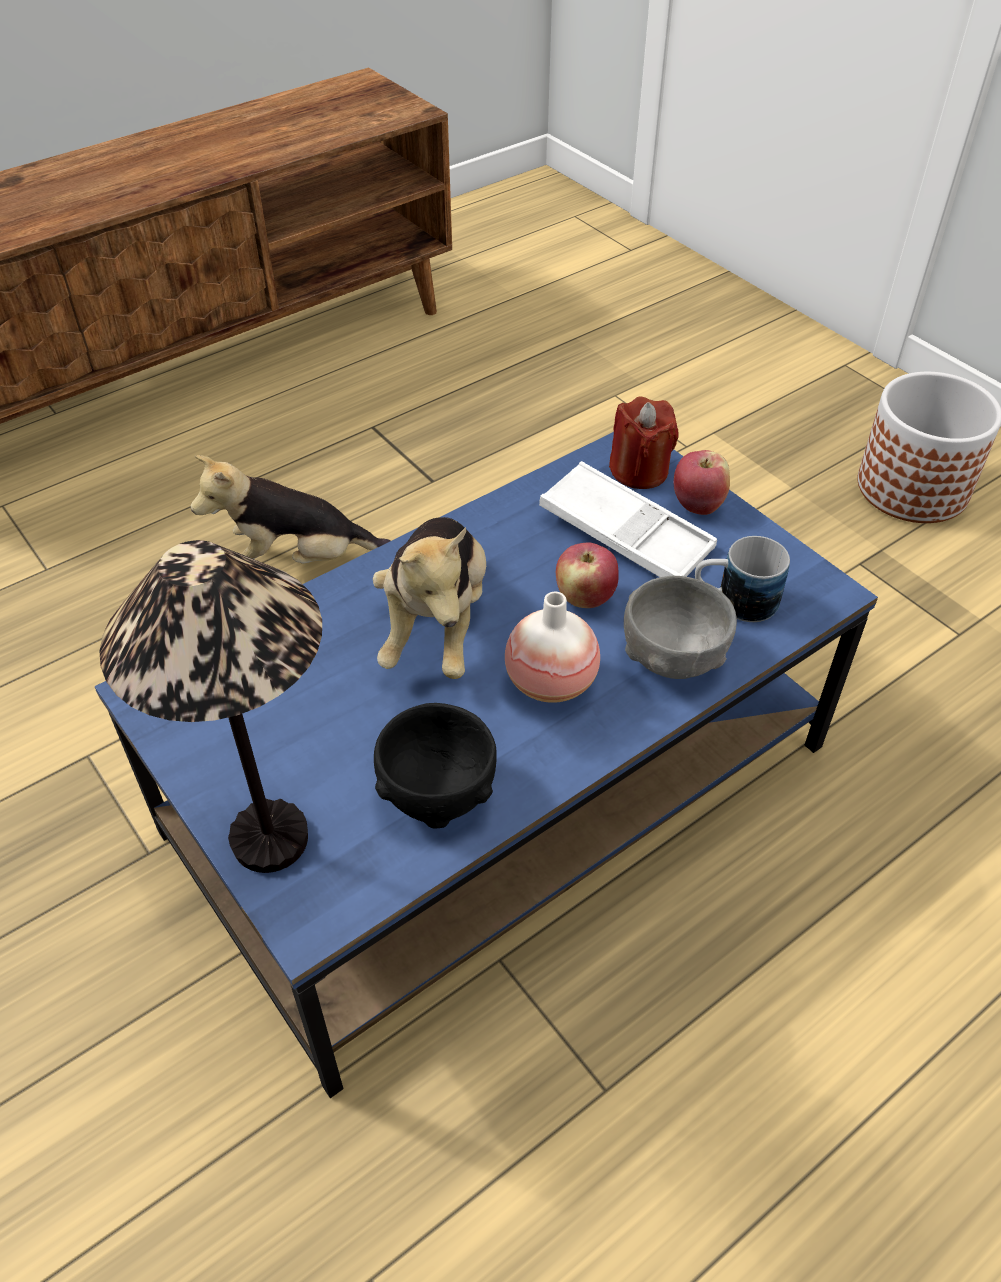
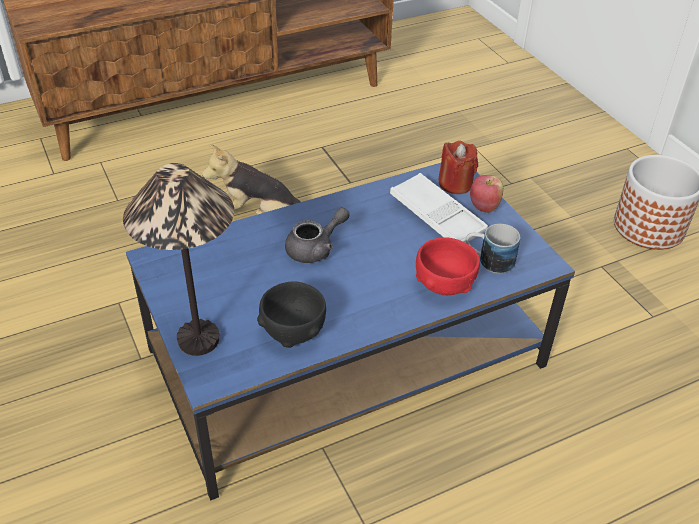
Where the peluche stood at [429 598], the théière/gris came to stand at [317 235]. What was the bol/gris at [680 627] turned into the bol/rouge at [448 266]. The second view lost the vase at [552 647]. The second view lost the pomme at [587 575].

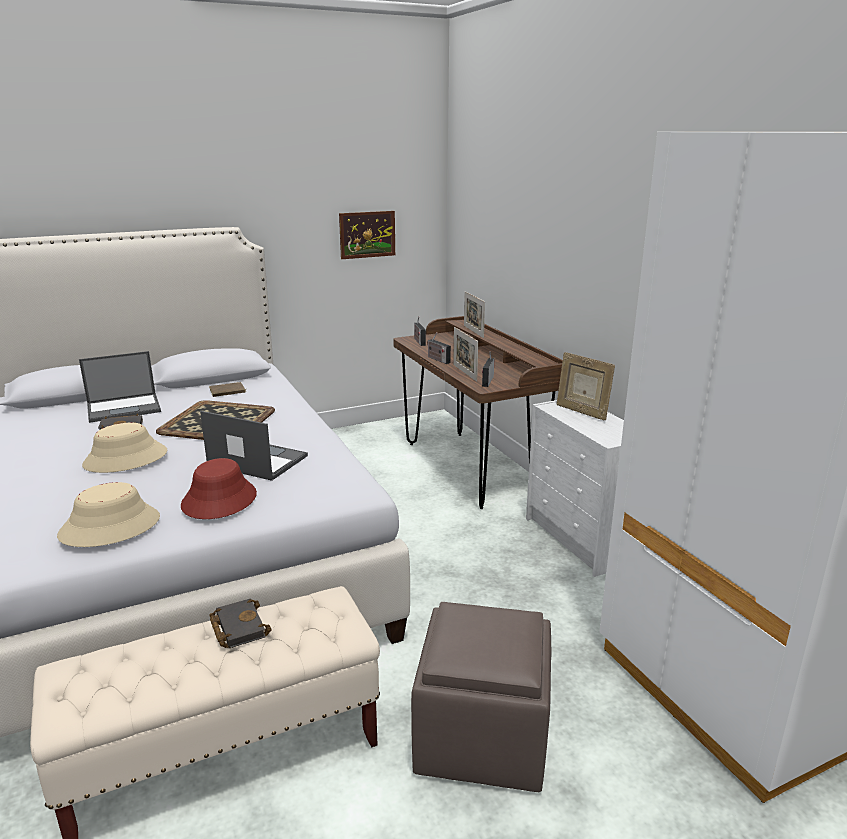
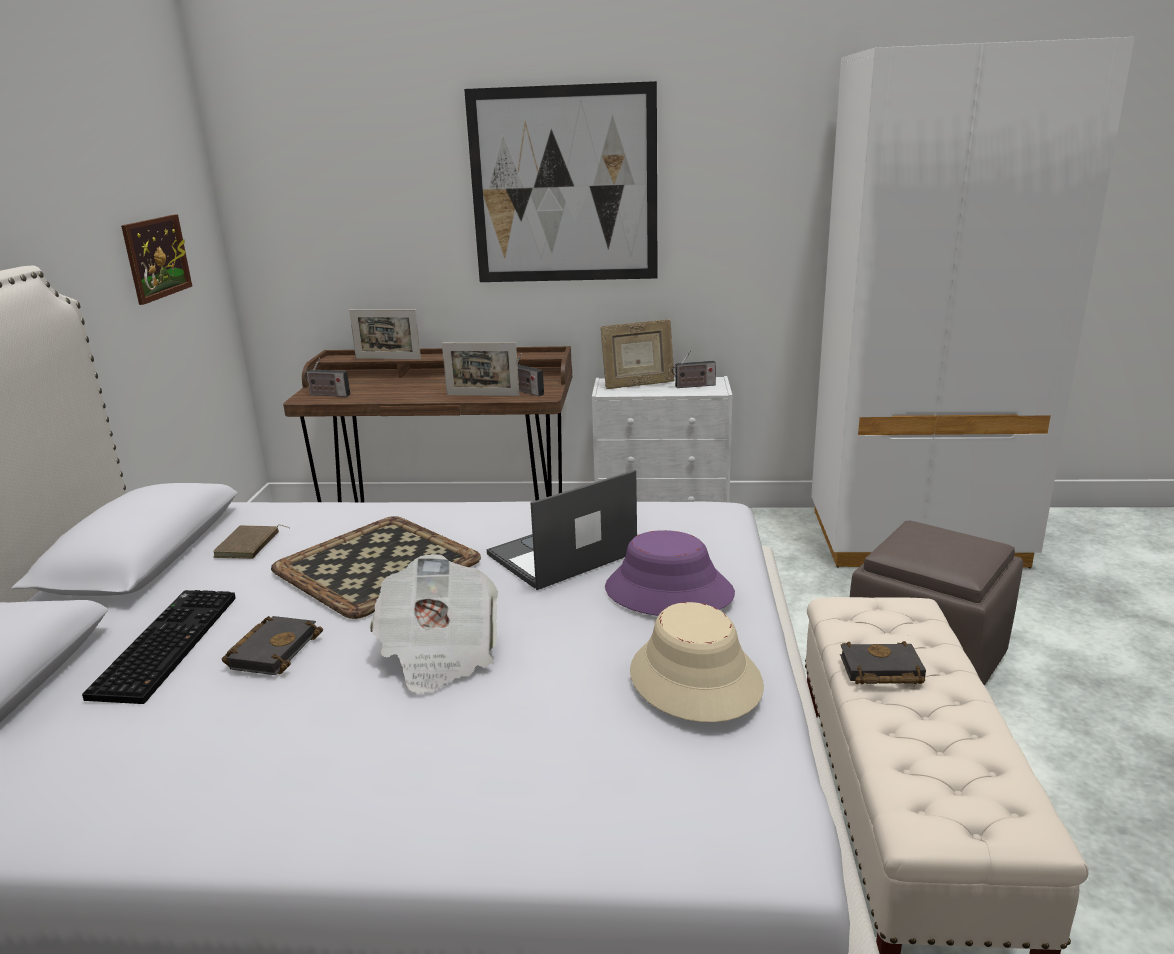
Where the ordinateur portable stood at [120 387], the clavier came to stand at [159 647]. Where the chapeau/beige stood at [124 448], the journal came to stand at [434 624]. The second view gained the tableau at [561 181]. What was the chapeau/rouge at [219 488] turned into the chapeau/violet at [670 573]. The radio ended up elsewhere, having gone from [439 348] to [694 369].

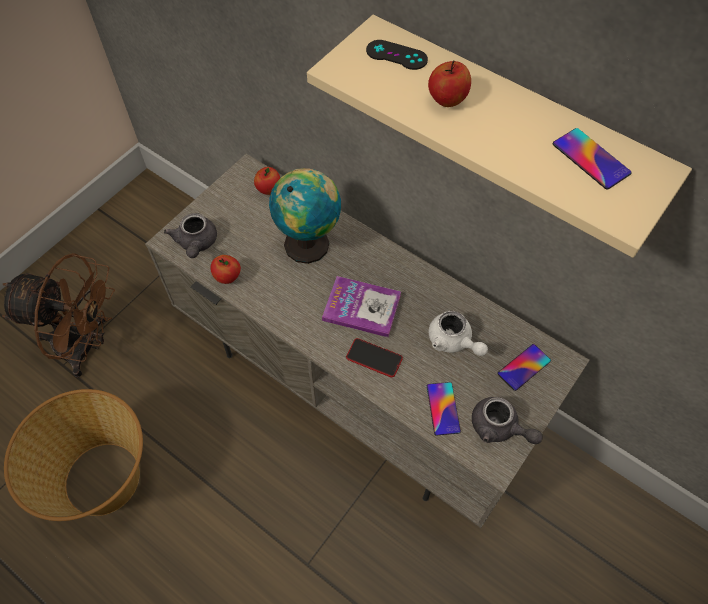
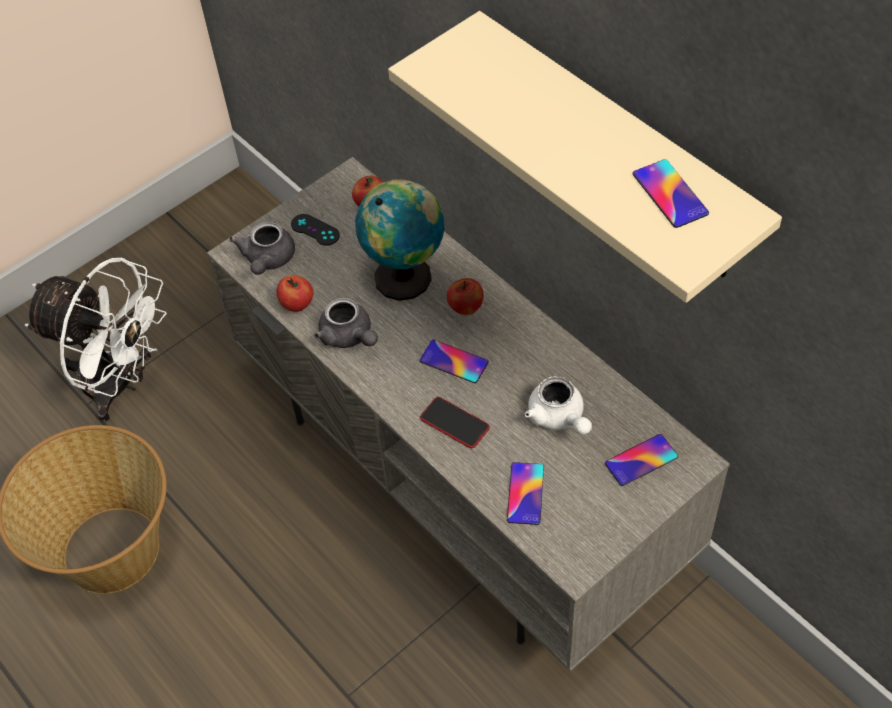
What was the ventilateur/marron at [58 315] turned into the ventilateur/blanc at [95 340]. The manette/noir ended up elsewhere, having gone from [397 55] to [315 230]. The théière/gris ended up elsewhere, having gone from [507 420] to [346 323]. Where the livre stood at [361 306], the téléphone came to stand at [454 361]. The pomme ended up elsewhere, having gone from [449 83] to [465 296].

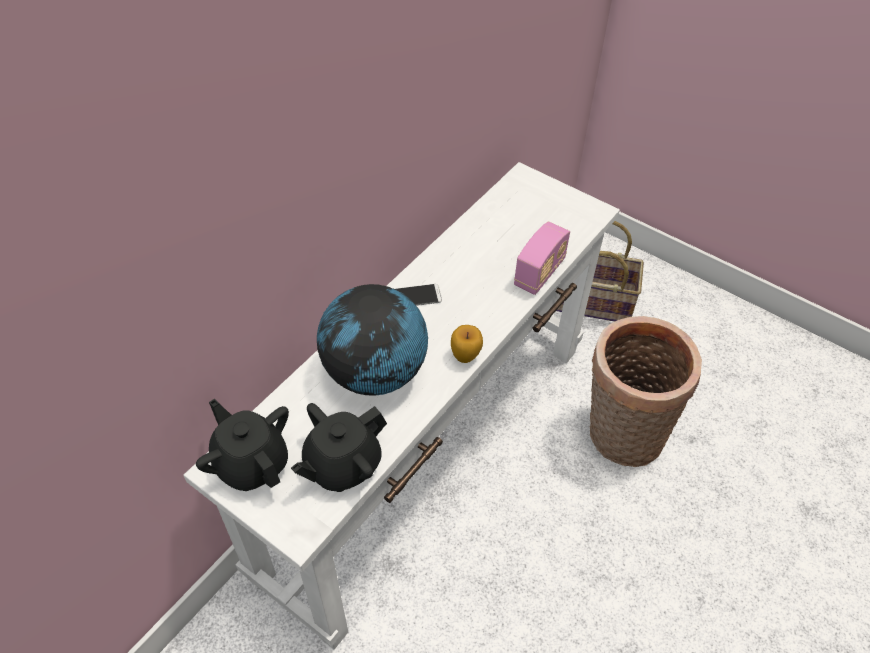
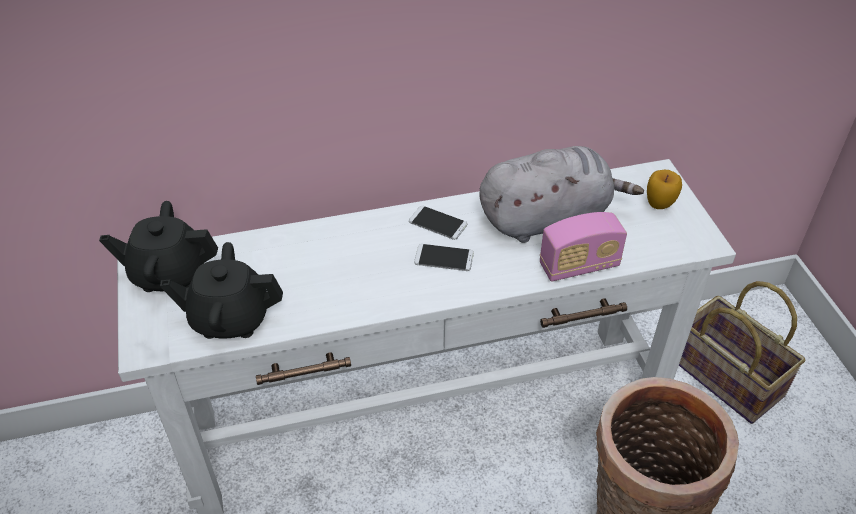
The théière/noir at [242 445] ended up facing another way, 90 degrees counterclockwise from before. The second view gained the téléphone at [444 257]. The second view gained the peluche/gris at [561 194]. The pomme ended up elsewhere, having gone from [467 344] to [664 189]. The second view lost the globe at [372 340].

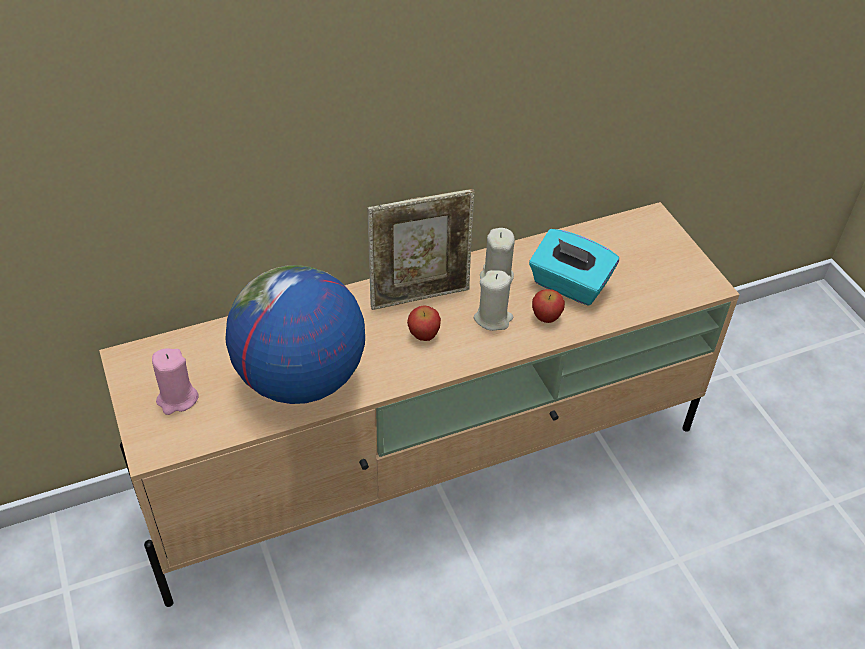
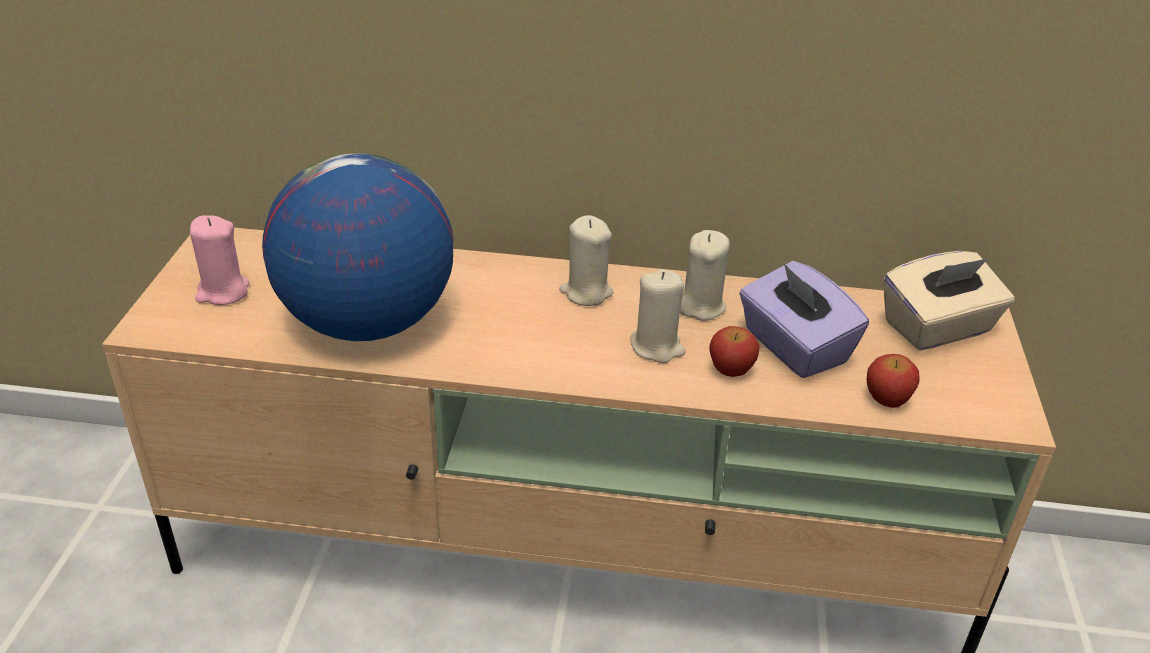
Where the cadre photo stood at [421 249], the bougie/beige came to stand at [586 260]. What was the boîte à mouchoirs/turquoise at [574 267] turned into the boîte à mouchoirs/violet at [804 319]. The pomme ended up elsewhere, having gone from [424 323] to [893 381]. The second view gained the boîte à mouchoirs/beige at [949 300].

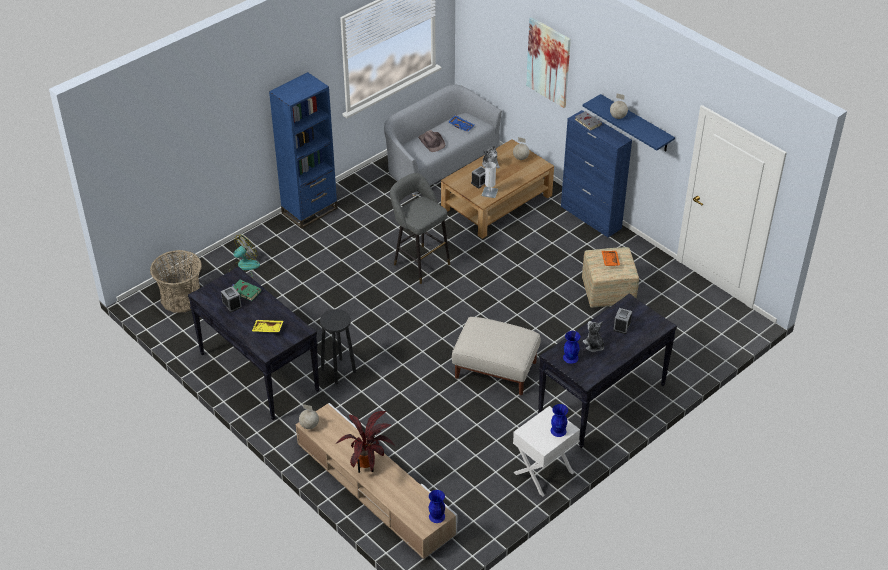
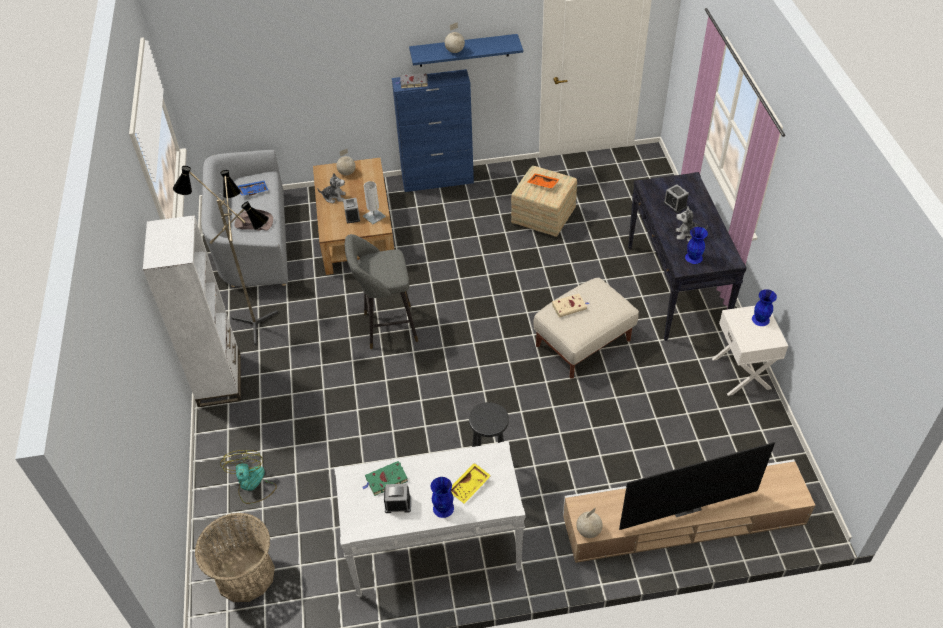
What was the bibliothèque/bleu at [303 150] turned into the bibliothèque/blanc at [192 311]. The second view gained the lampadaire at [225 255]. What was the table console/noir at [254 343] turned into the table console/blanc at [429 519]. The vase/bleu ended up elsewhere, having gone from [437 506] to [442 497]. The second view gained the livre/beige at [570 305]. Where the plante en pot stood at [365 442], the téléviseur came to stand at [697 486]. The second view lost the tableau at [548 62].

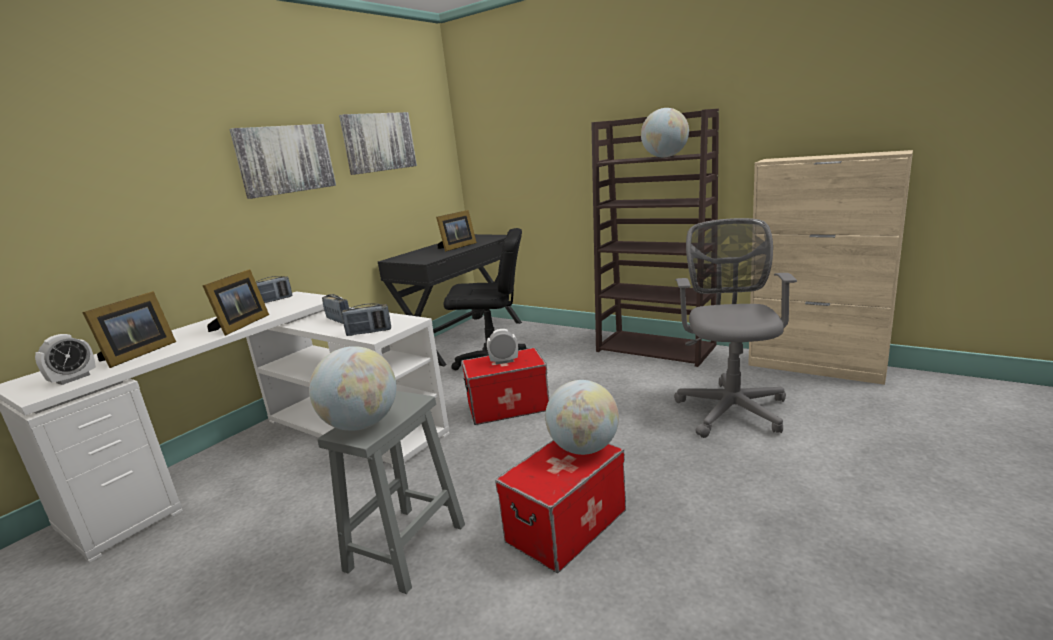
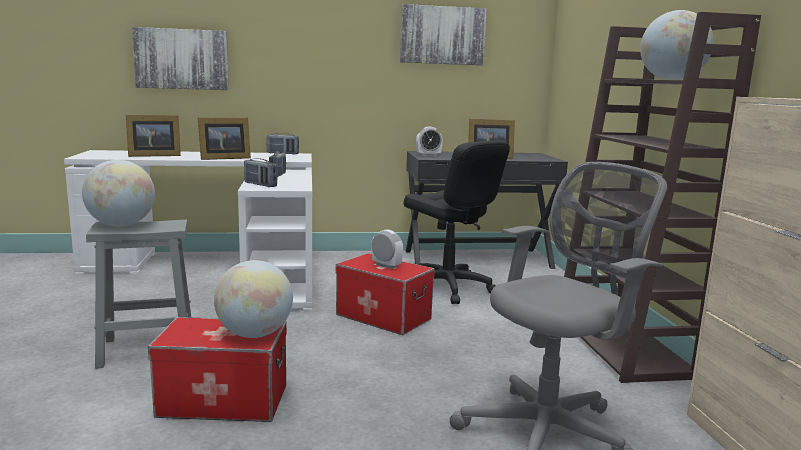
The tableau ended up elsewhere, having gone from [282 161] to [180 58]. The réveil ended up elsewhere, having gone from [65 359] to [429 141].

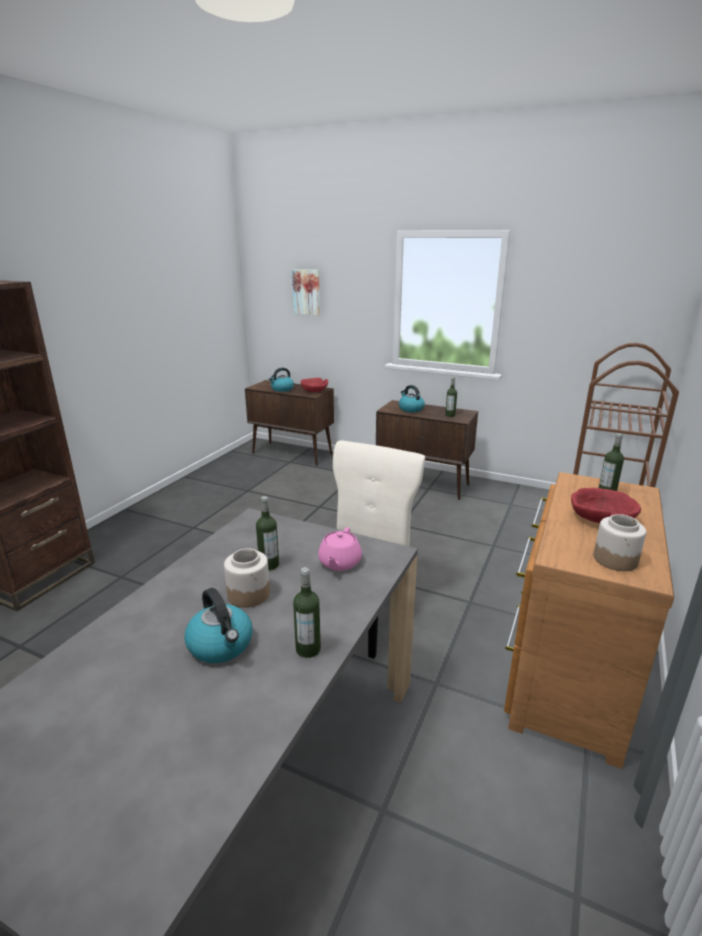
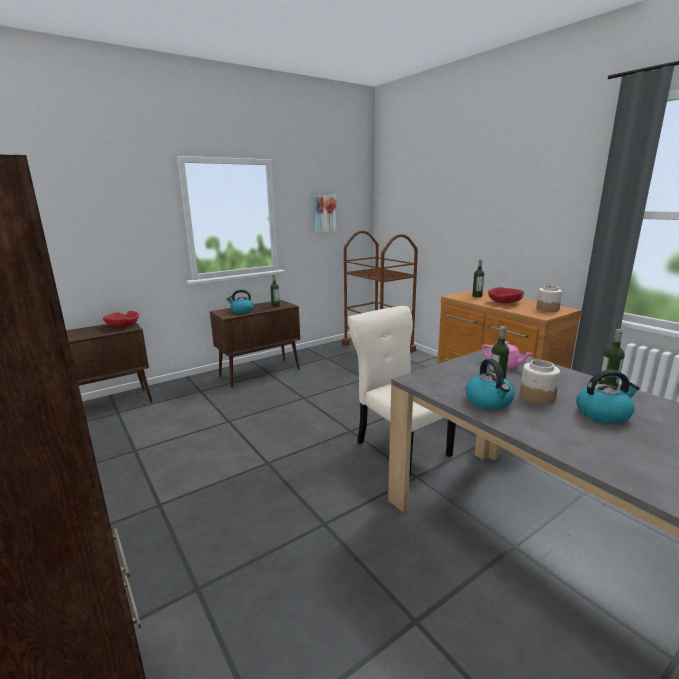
The tableau ended up elsewhere, having gone from [306 292] to [325 214]. The bouilloire ended up elsewhere, having gone from [281 380] to [490 384].

